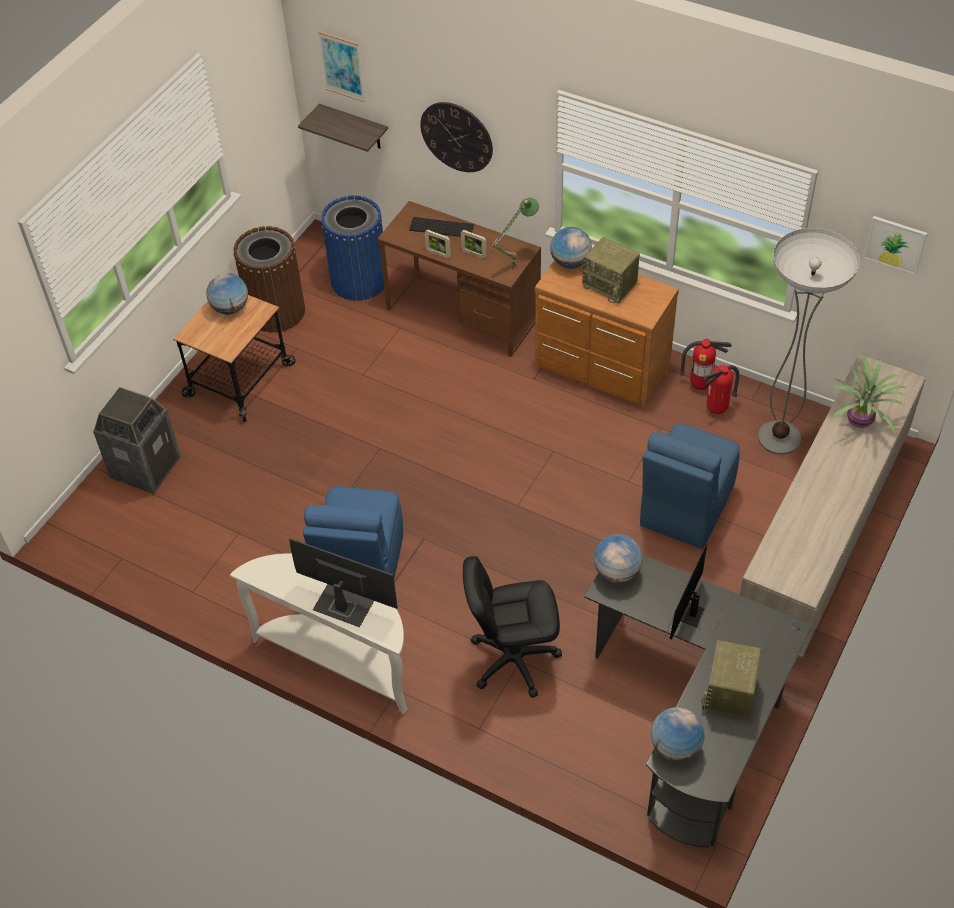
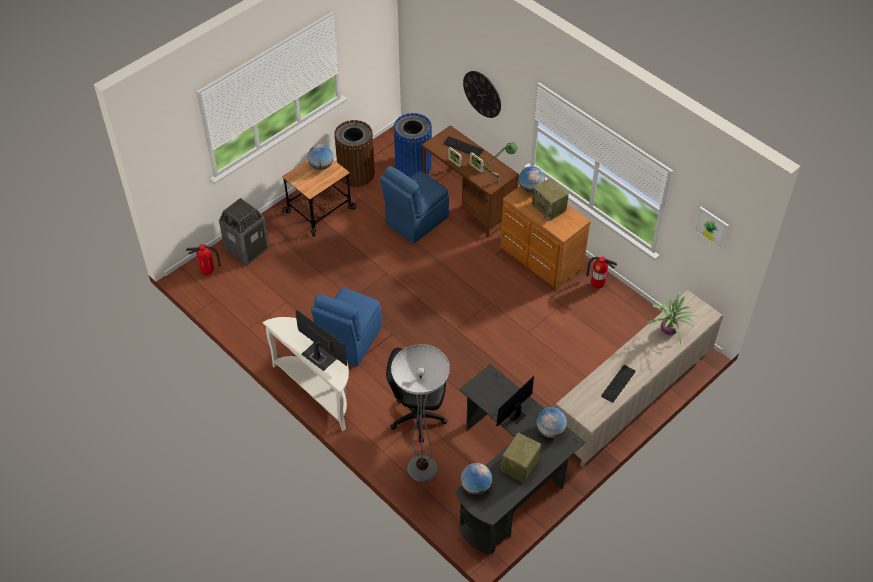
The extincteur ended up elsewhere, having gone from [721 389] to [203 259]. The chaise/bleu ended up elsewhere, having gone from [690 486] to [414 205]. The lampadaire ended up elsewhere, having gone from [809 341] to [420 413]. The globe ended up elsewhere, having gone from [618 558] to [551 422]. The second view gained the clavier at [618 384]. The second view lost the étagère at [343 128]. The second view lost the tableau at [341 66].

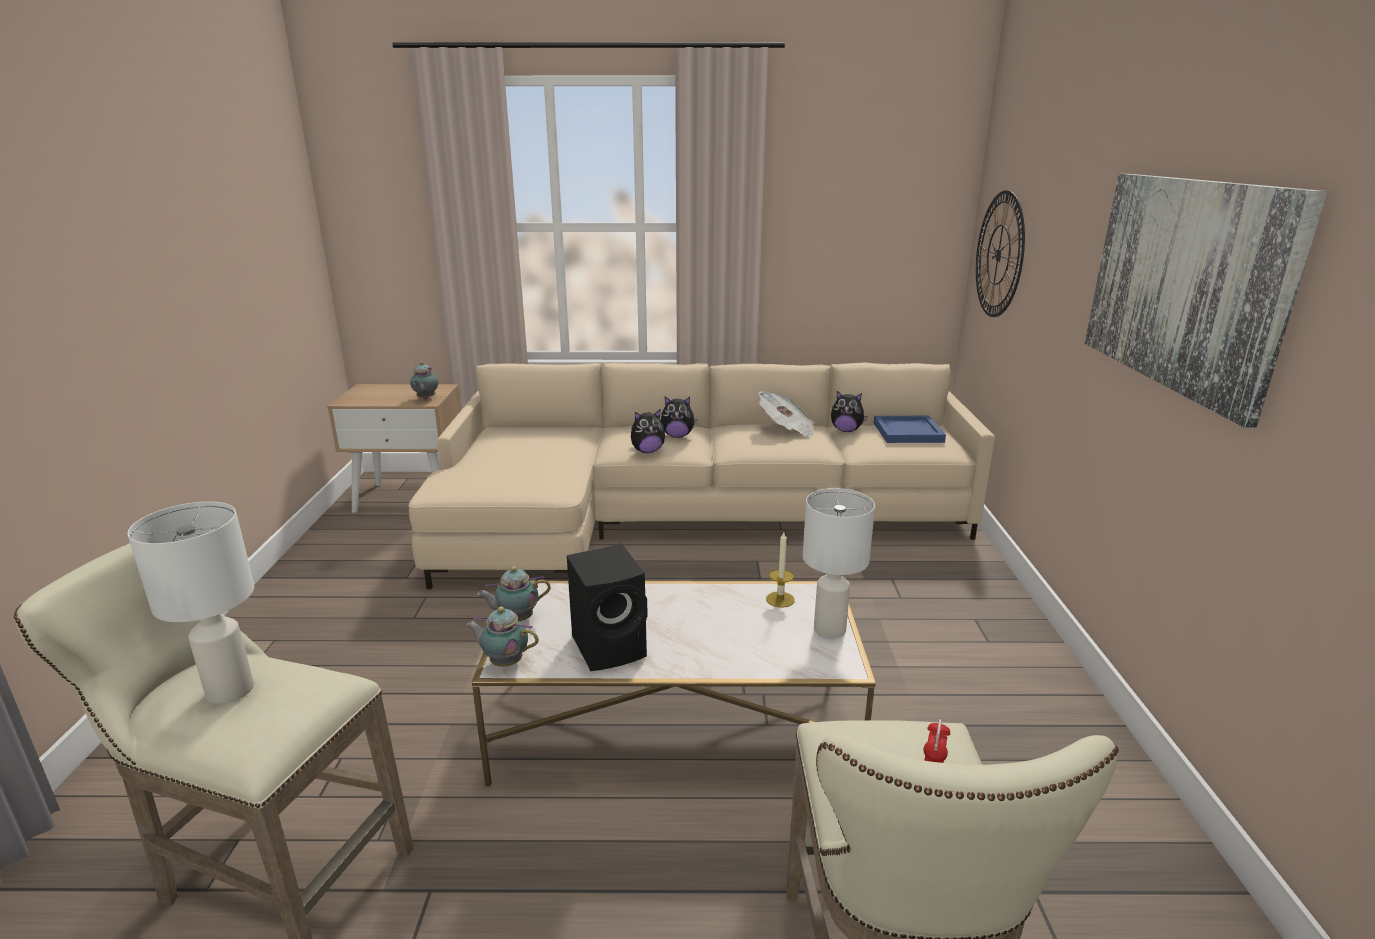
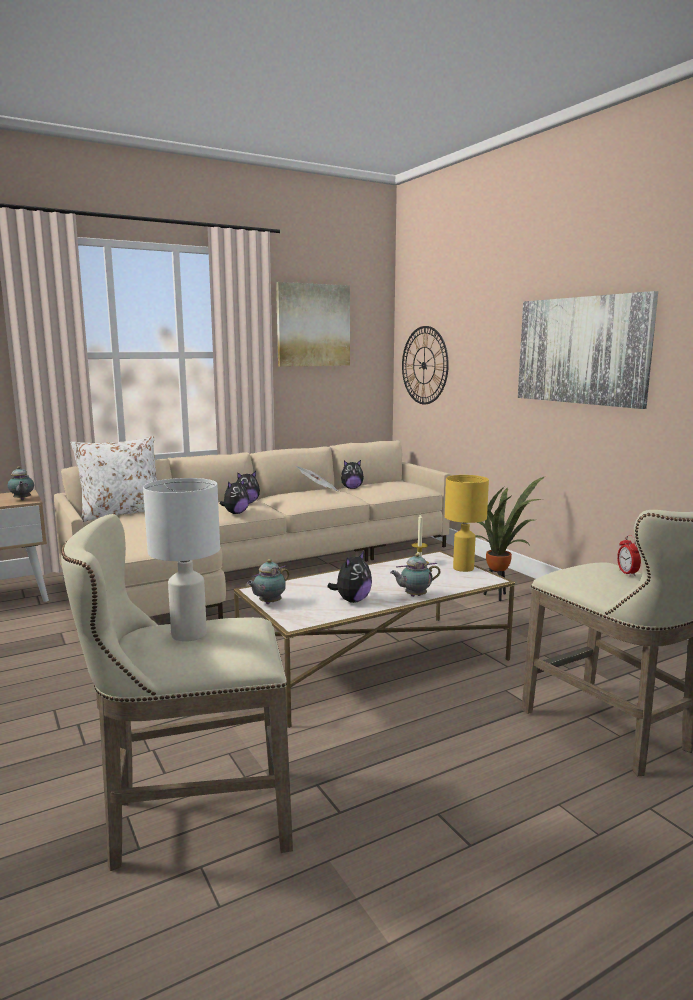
The second view gained the coussin/blanc at [114 479]. The second view gained the tableau at [313 324]. Where the enceinte/noir stood at [607 607], the peluche came to stand at [349 577]. The théière ended up elsewhere, having gone from [502 637] to [415 575]. What was the lampe de table/blanc at [839 563] turned into the lampe de table/jaune at [467 523]. The second view gained the plante en pot at [509 539]. The second view lost the plateau/bleu at [910 429].

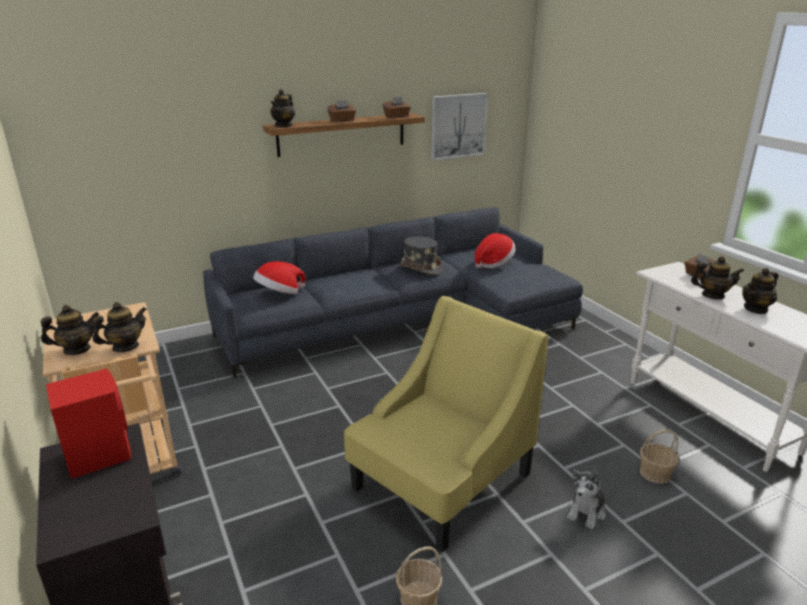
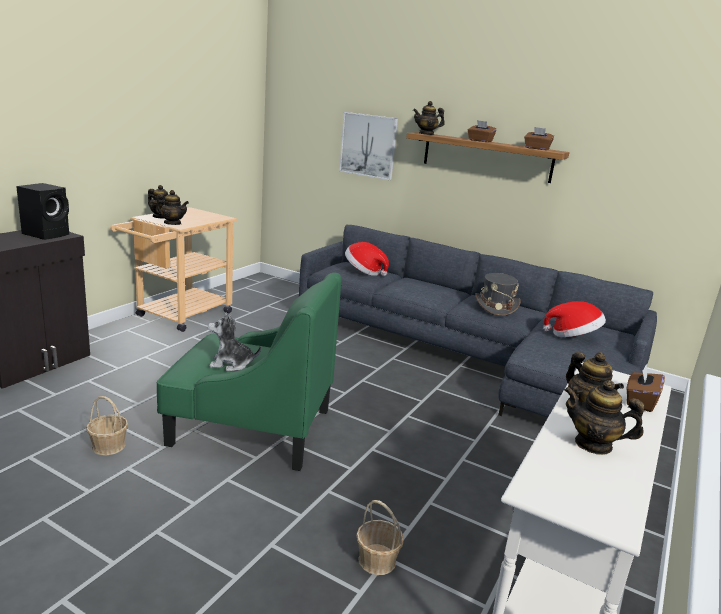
What was the enceinte/rouge at [88 424] turned into the enceinte/noir at [42 211]. What was the fauteuil/jaune at [446 424] turned into the fauteuil/vert at [249 371]. The peluche ended up elsewhere, having gone from [586 499] to [234 342]. The tableau ended up elsewhere, having gone from [459 126] to [368 146].

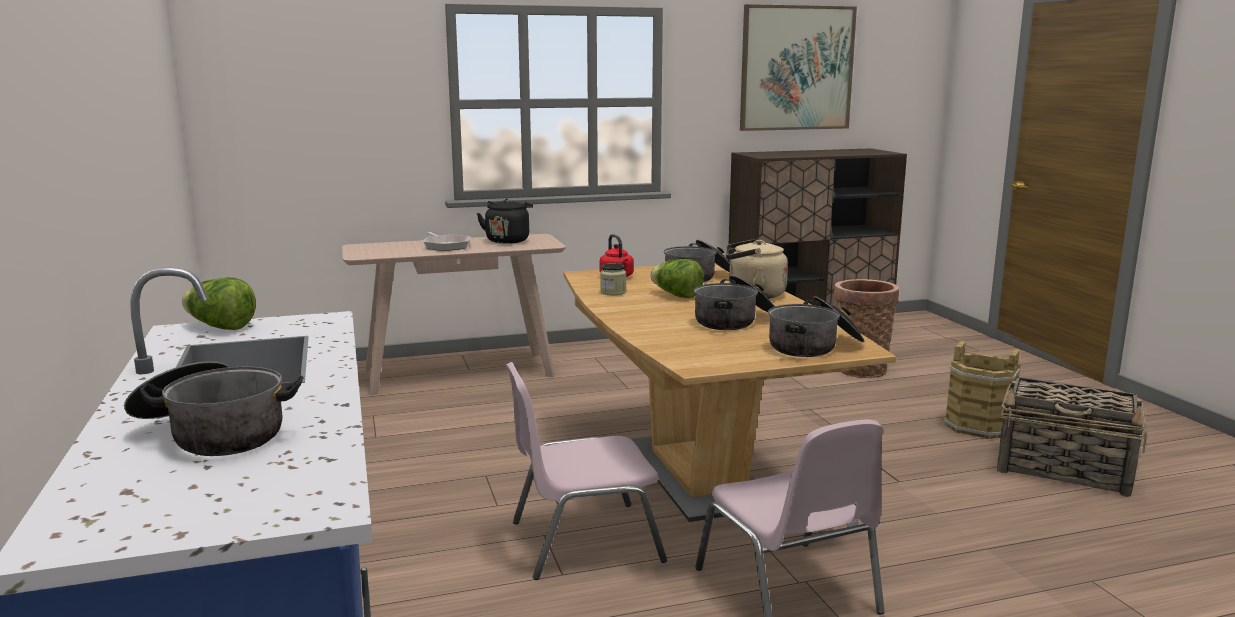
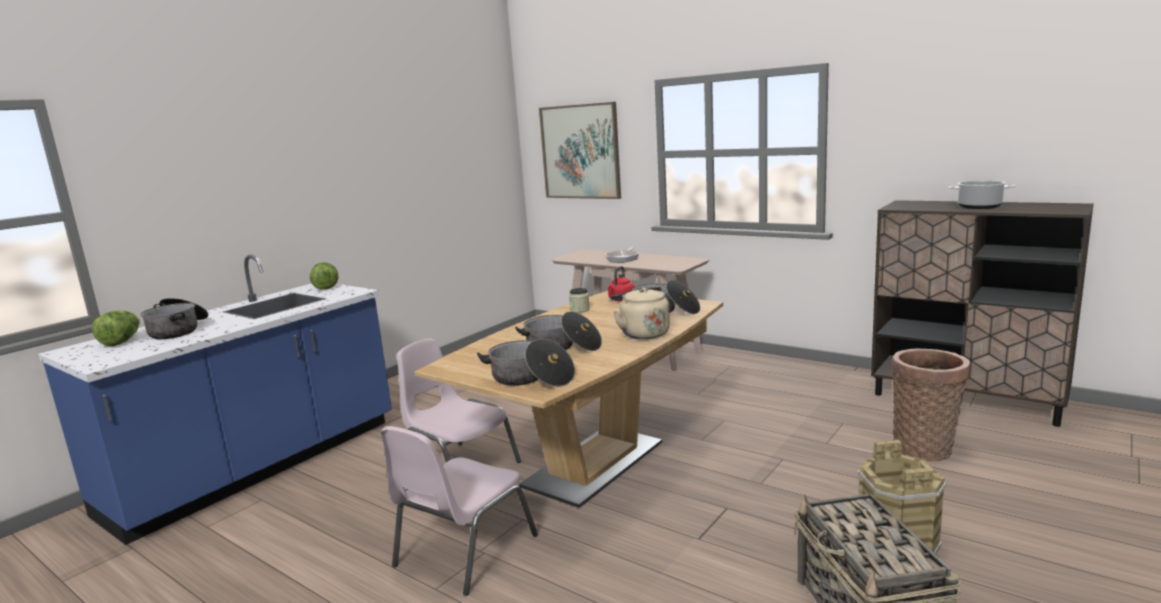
The laitue ended up elsewhere, having gone from [677 278] to [116 328]. The tableau ended up elsewhere, having gone from [798 67] to [580 150]. The second view gained the marmite at [982 194]. The second view lost the bouilloire/noir at [505 221].

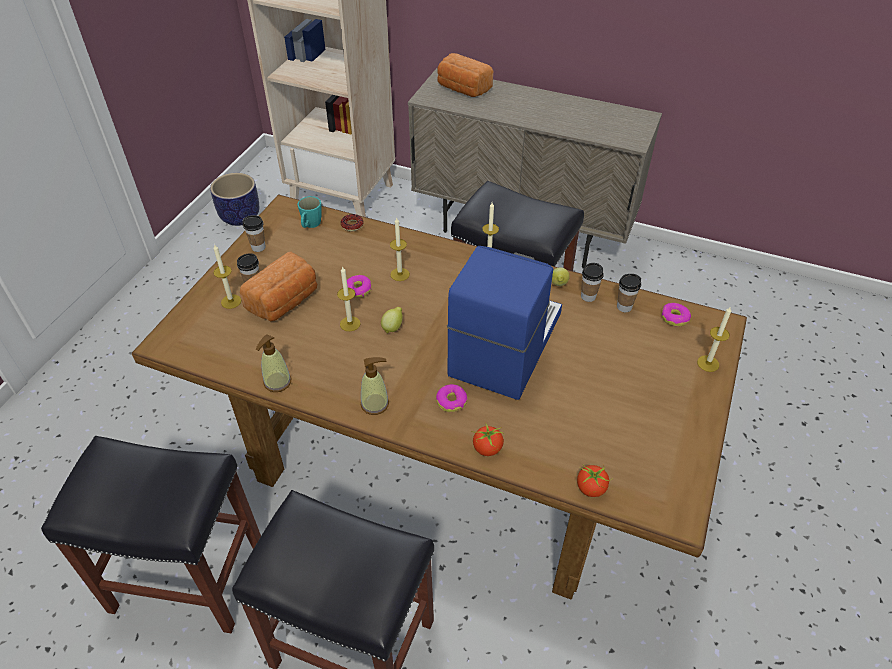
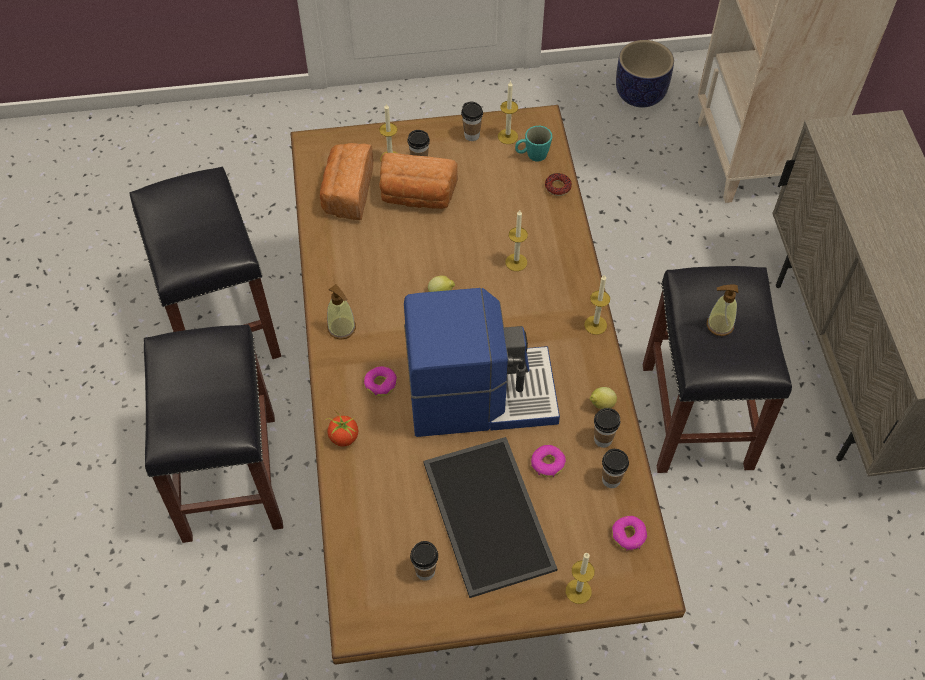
The pain ended up elsewhere, having gone from [465 75] to [346 181]. The second view gained the tasse at [424 561]. The second view gained the plateau at [490 517]. The bougie ended up elsewhere, having gone from [349 298] to [508 112]. The beignet ended up elsewhere, having gone from [359 286] to [548 461]. The distributeur de savon ended up elsewhere, having gone from [273 363] to [723 310]. The second view lost the tomate at [595 481].

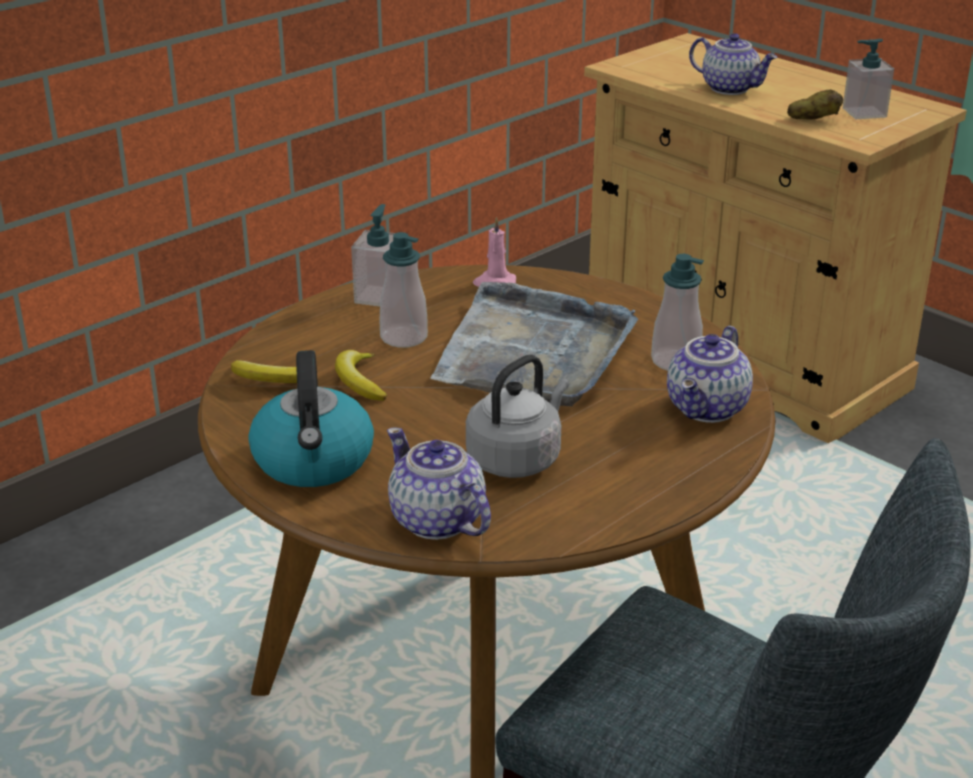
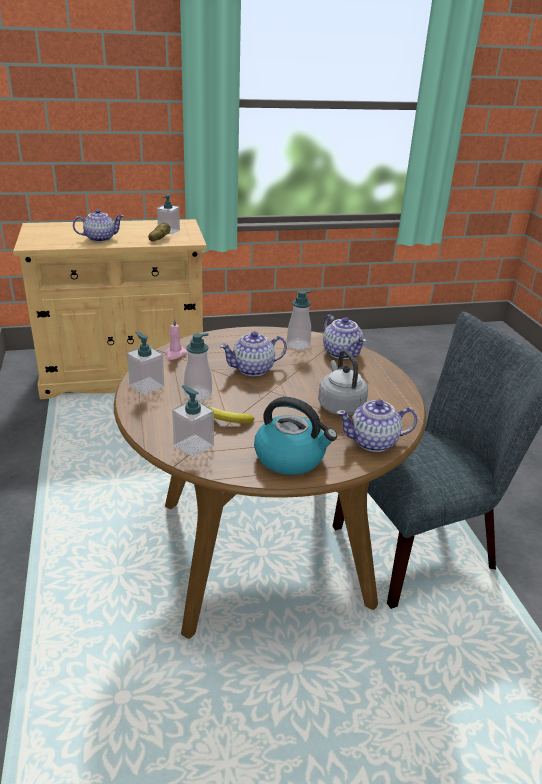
Where the banane stood at [264 371], the distributeur de savon came to stand at [193 421]. Where the plateau/gris stood at [534 344], the théière came to stand at [253 353].

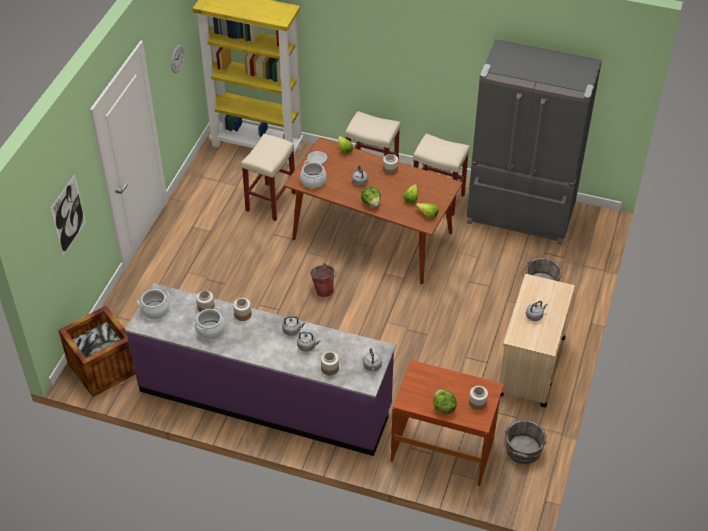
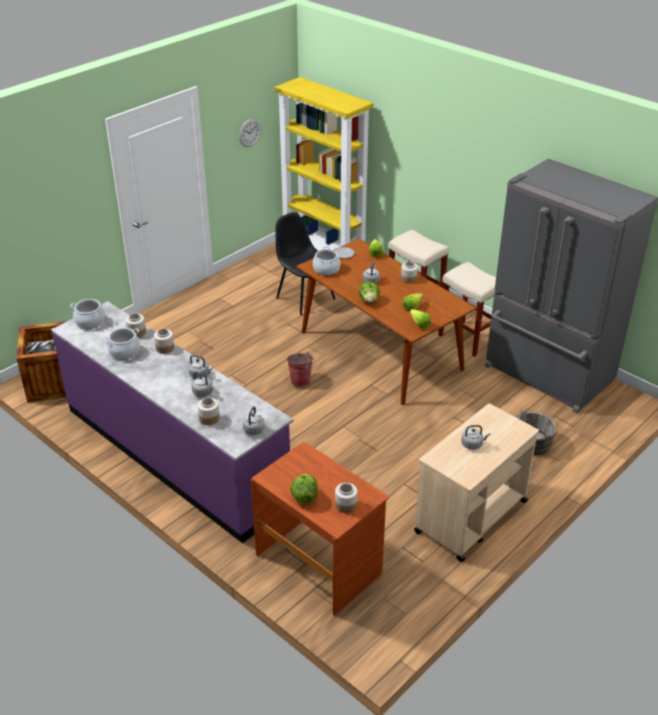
Where the tabouret/beige stood at [268 177], the chaise/noir came to stand at [305 263]. The second view lost the tableau at [68 215]. The second view lost the seau/gris at [525 442].

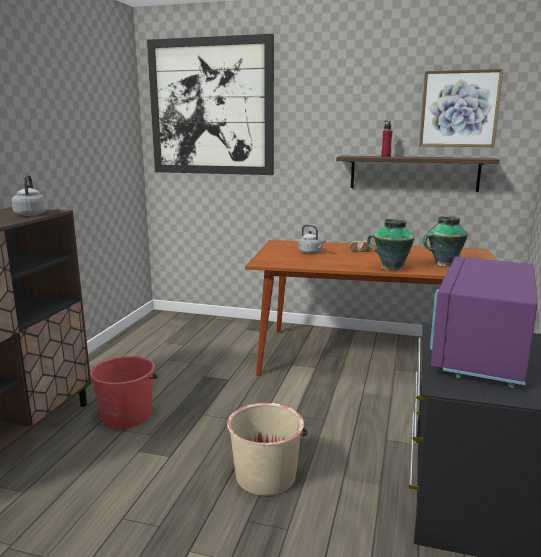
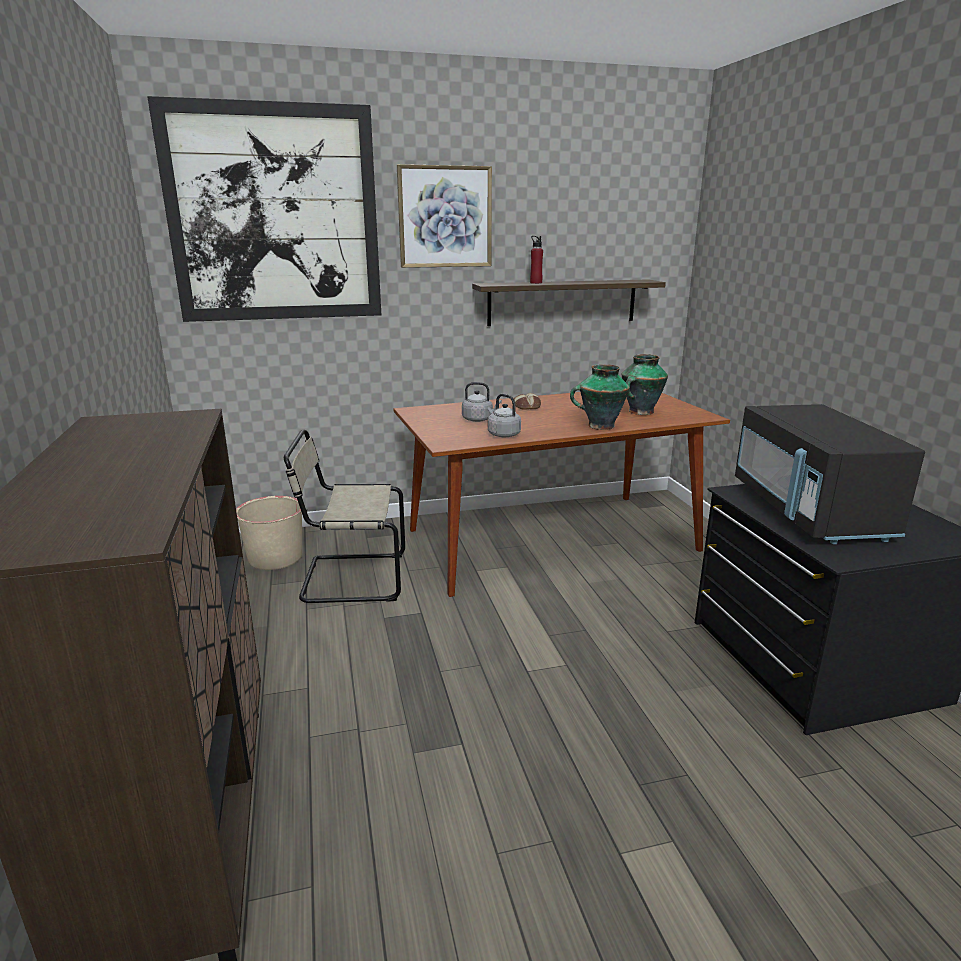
The seau/beige ended up elsewhere, having gone from [267 449] to [271 533]. The second view gained the chaise/beige at [344 516]. The tableau ended up elsewhere, having gone from [461 108] to [444 216]. The bouilloire/gris ended up elsewhere, having gone from [29 195] to [504 415]. What was the micro-ondes/violet at [483 322] turned into the micro-ondes/noir at [830 474]. The second view lost the seau/rouge at [124 392].

